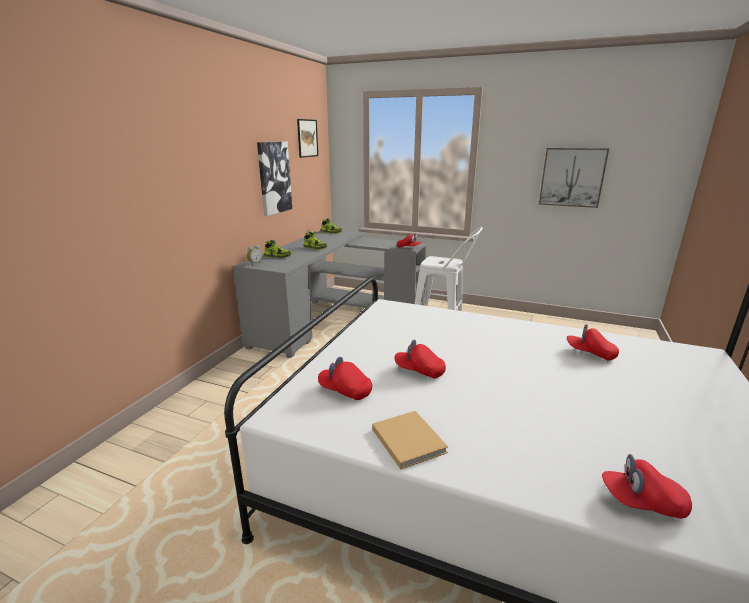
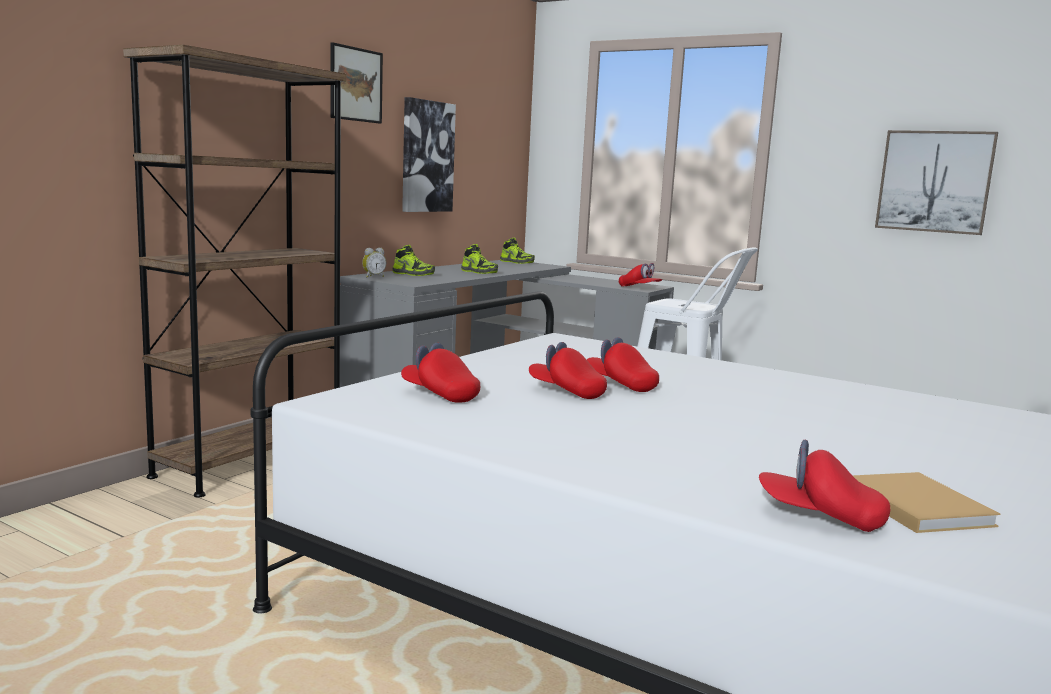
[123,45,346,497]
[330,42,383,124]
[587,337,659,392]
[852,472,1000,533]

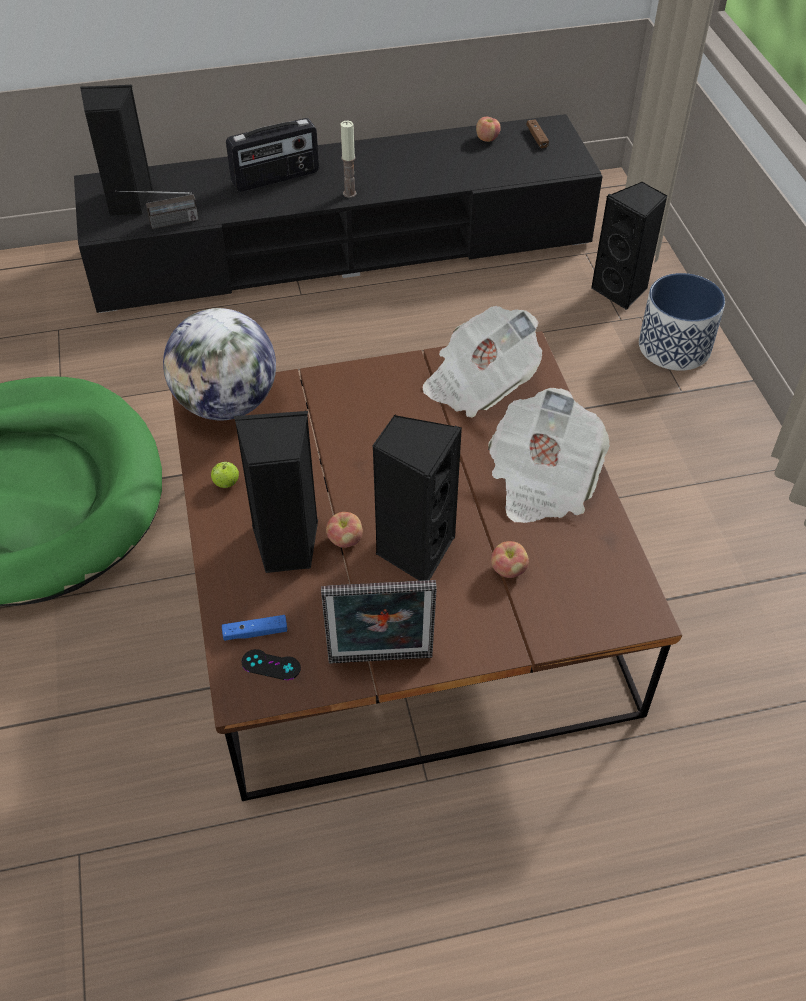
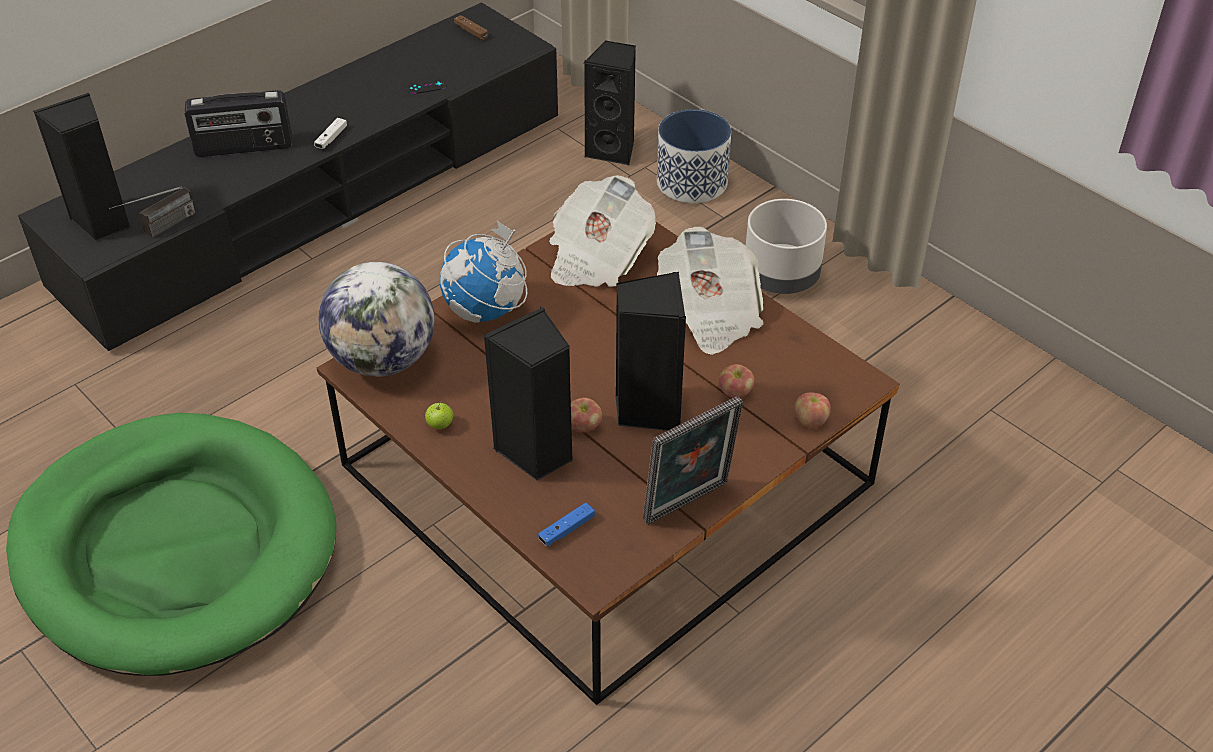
[184,90,292,157]
[314,118,347,149]
[407,79,447,94]
[440,221,527,323]
[746,199,827,294]
[794,393,831,428]

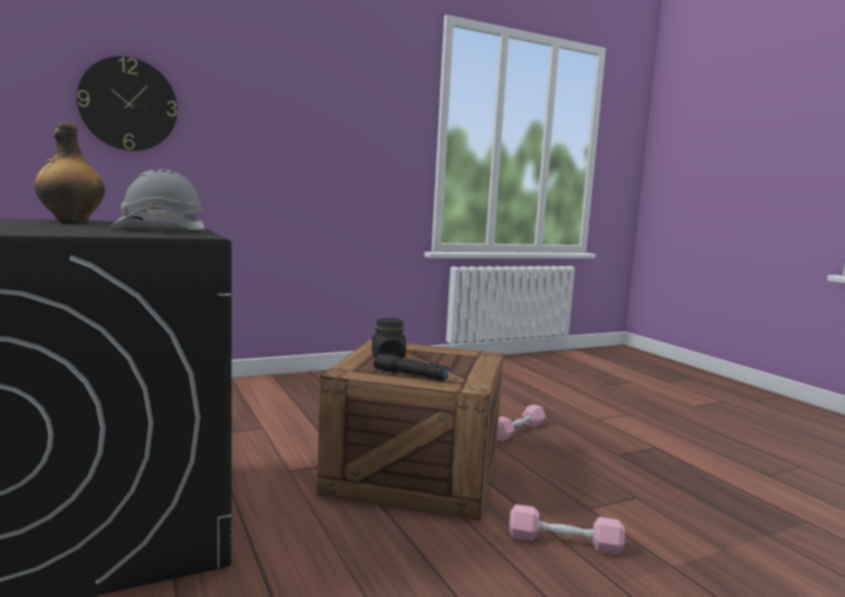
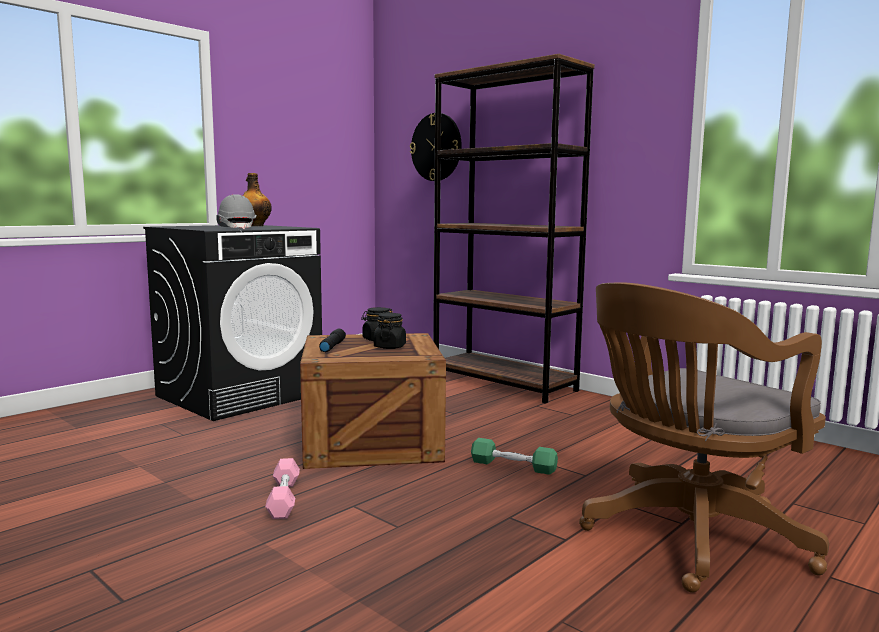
[374,313,406,349]
[433,54,595,404]
[471,438,558,475]
[579,282,829,593]

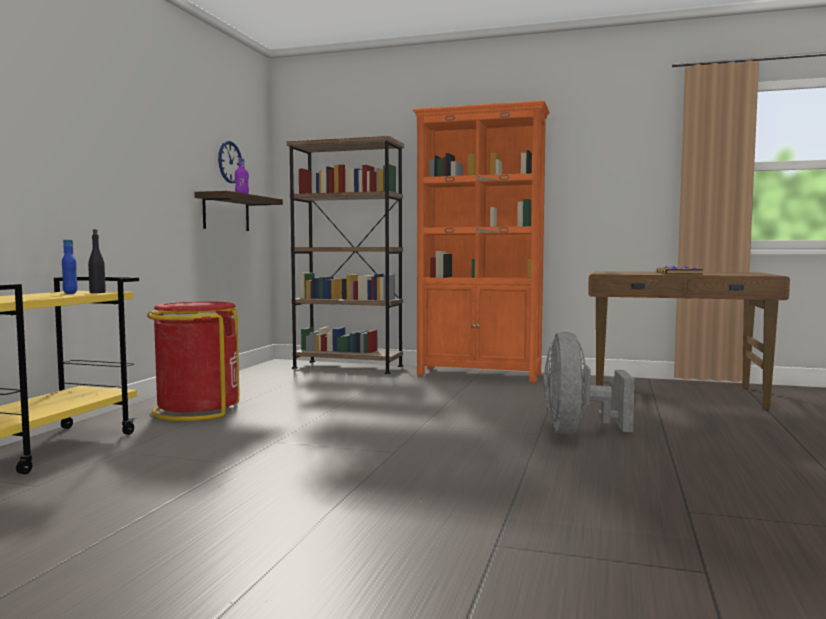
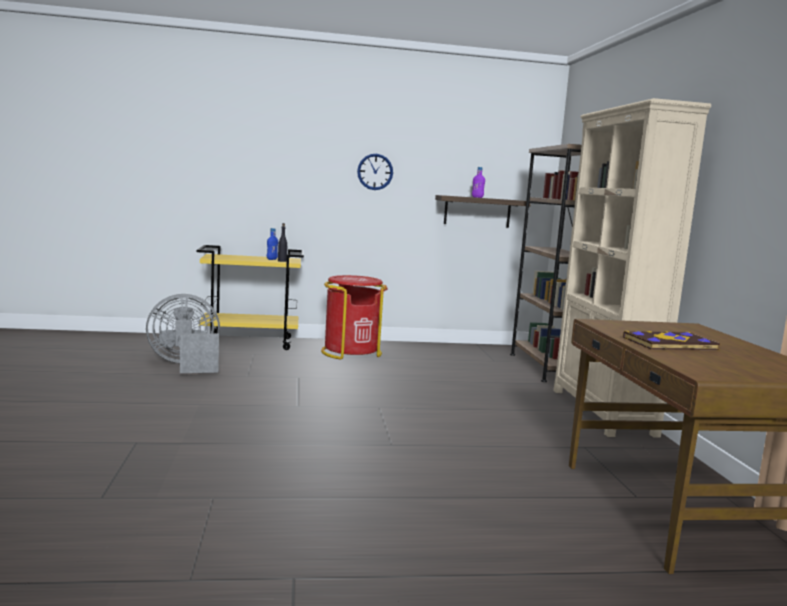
[146,294,220,373]
[357,154,393,190]
[553,98,711,438]

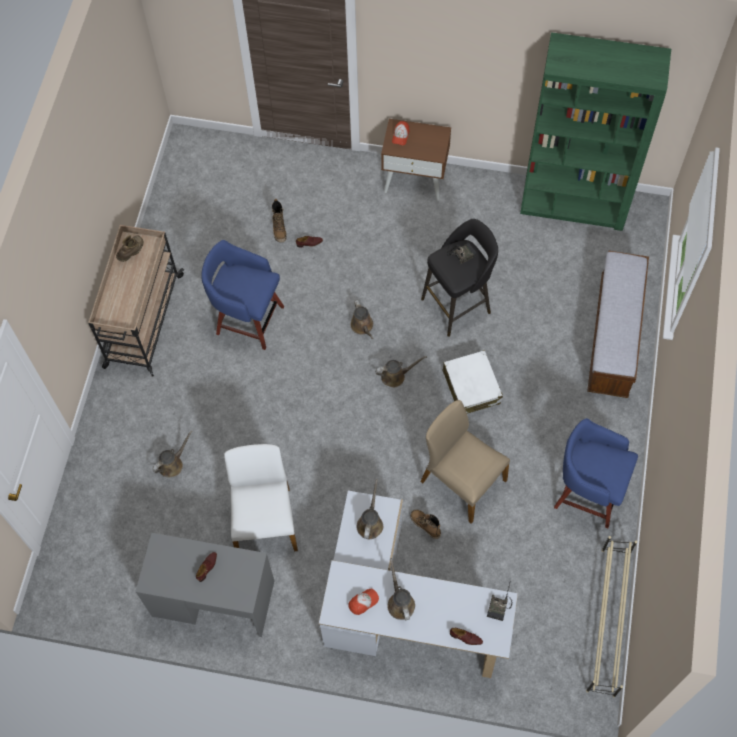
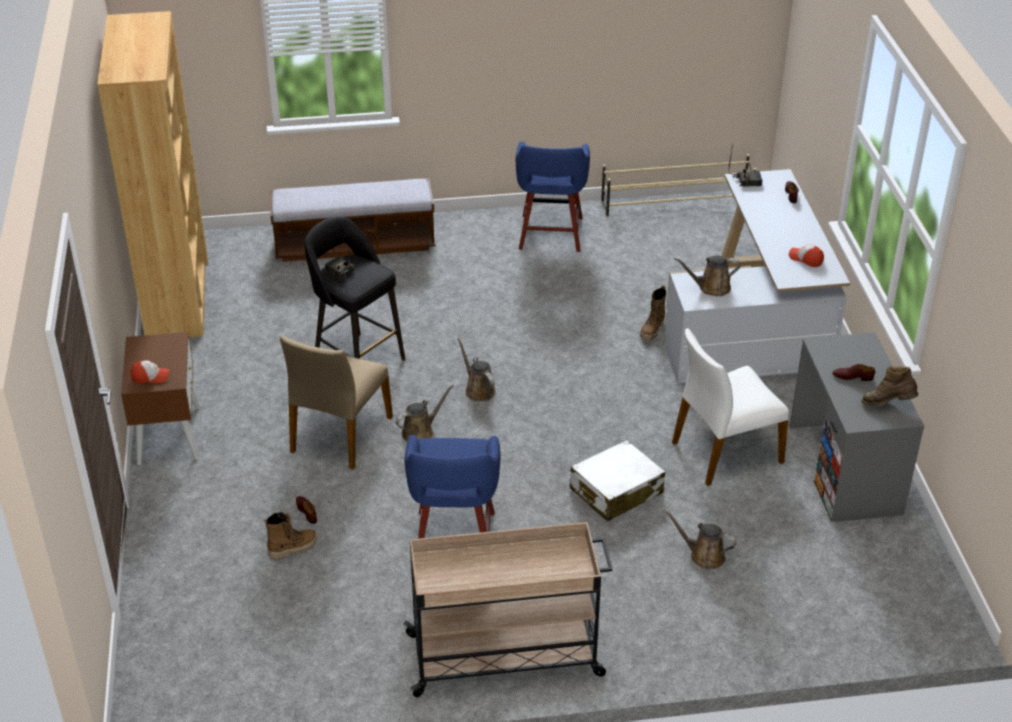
[97,11,208,337]
[280,335,393,470]
[570,440,665,521]
[862,367,918,406]
[387,558,415,621] (first image)

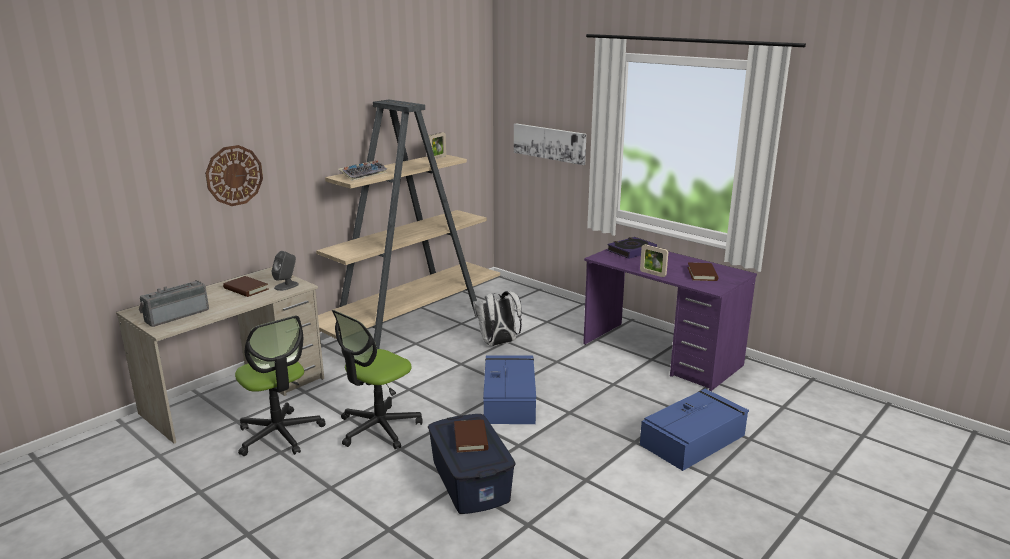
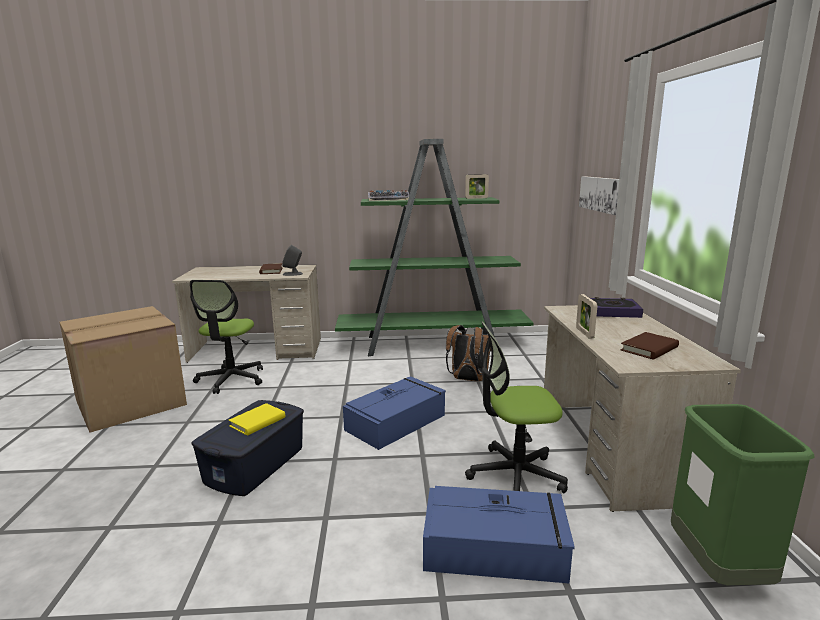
[59,306,187,433]
[229,403,285,436]
[335,139,533,356]
[446,325,491,381]
[465,321,568,493]
[544,305,741,512]
[671,404,815,585]
[139,280,209,327] (first image)
[205,145,263,206] (first image)

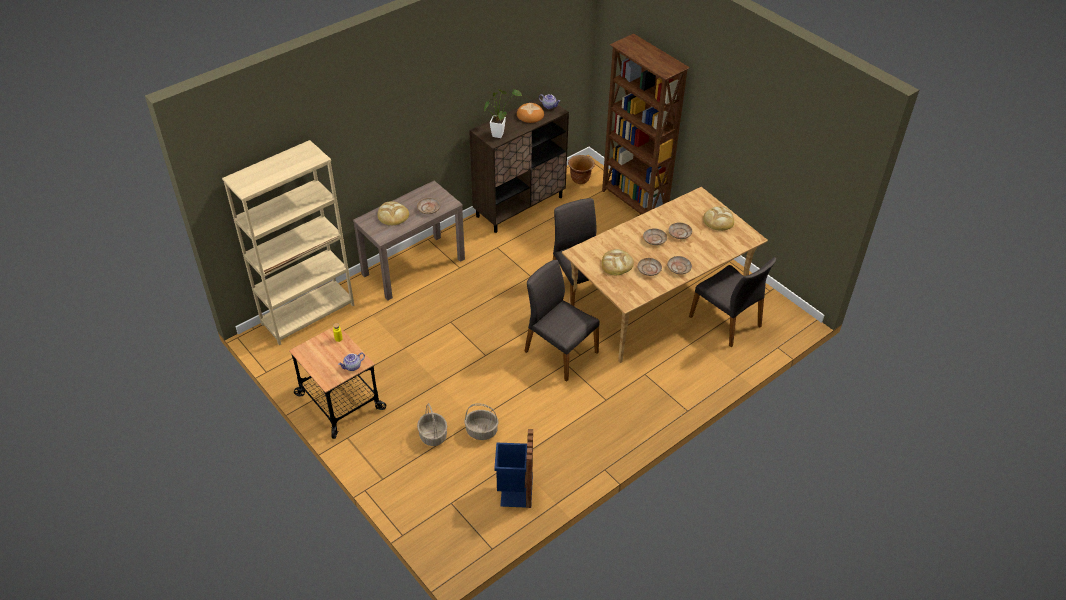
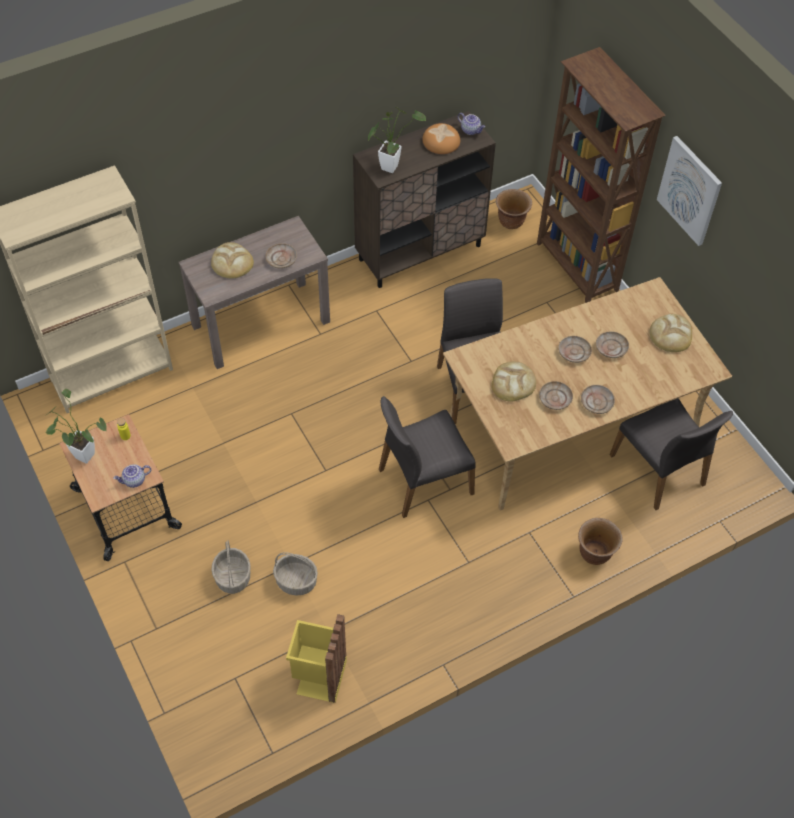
[46,389,107,464]
[286,614,347,703]
[379,396,476,518]
[578,518,623,565]
[657,136,722,246]

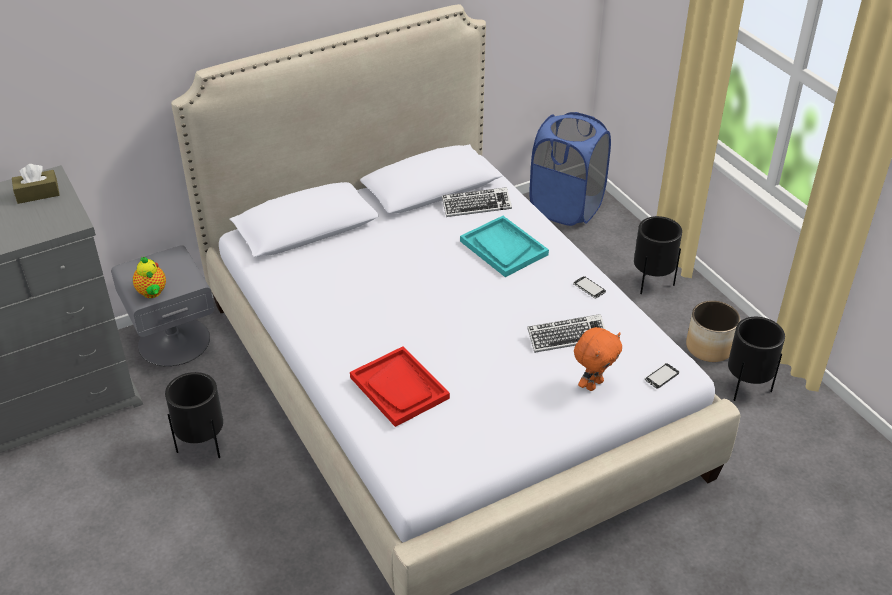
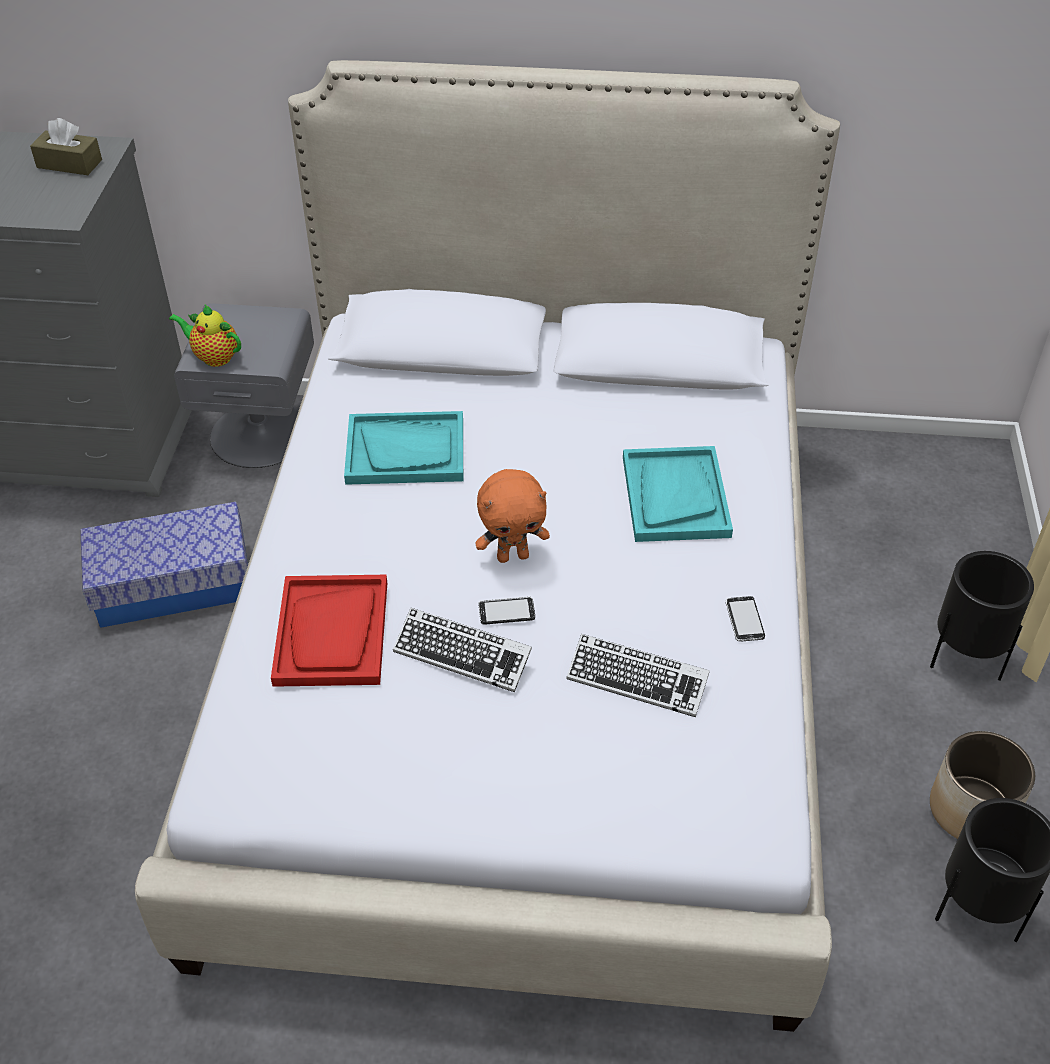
[80,502,248,628]
[169,305,241,367]
[344,411,463,485]
[393,608,532,692]
[475,469,550,563]
[478,597,535,625]
[529,112,611,226] (first image)

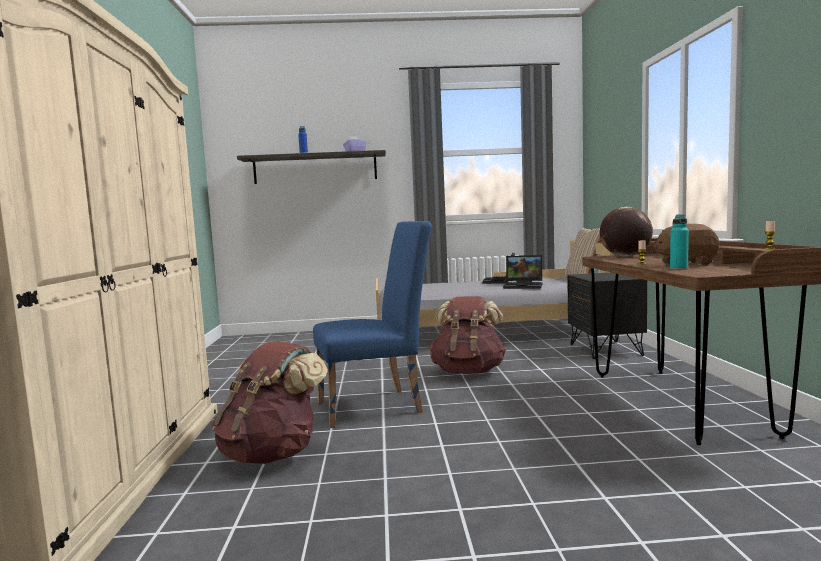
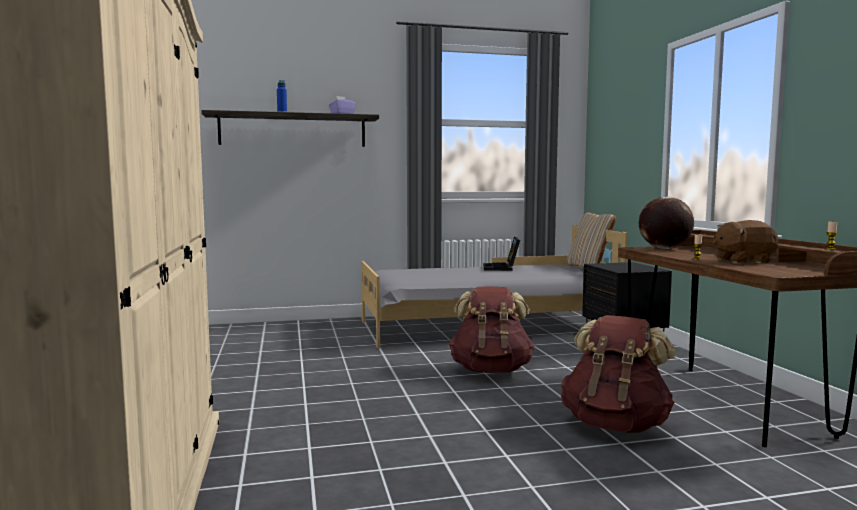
[561,315,675,433]
[313,221,432,428] (first image)
[503,255,542,289] (first image)
[670,214,689,270] (first image)

